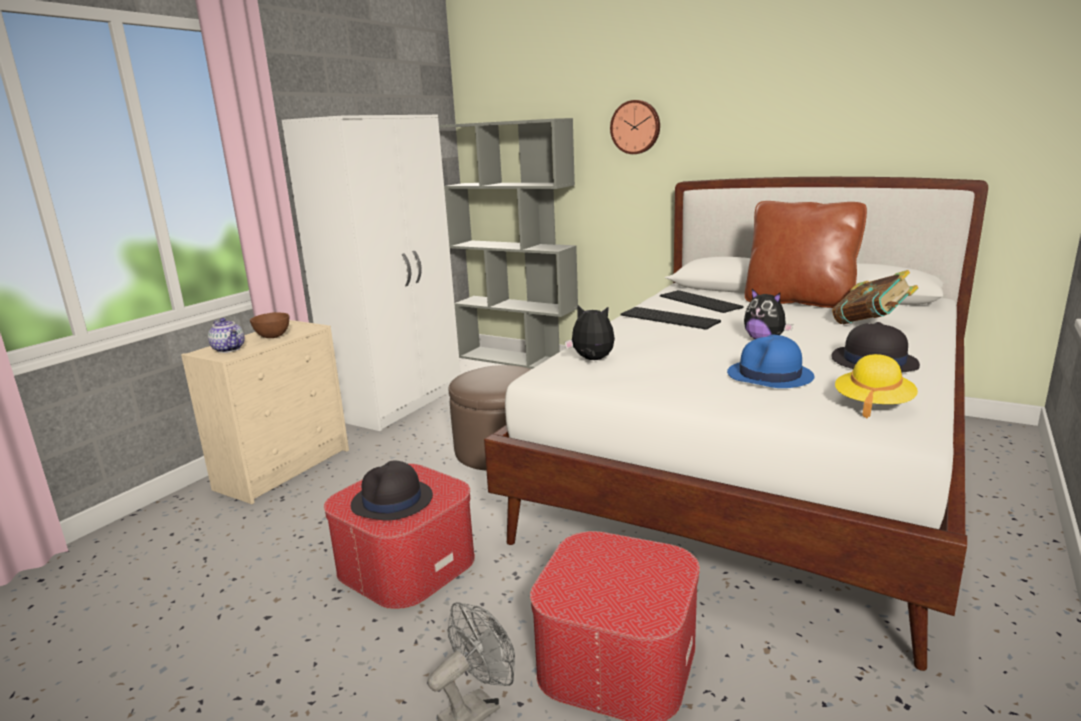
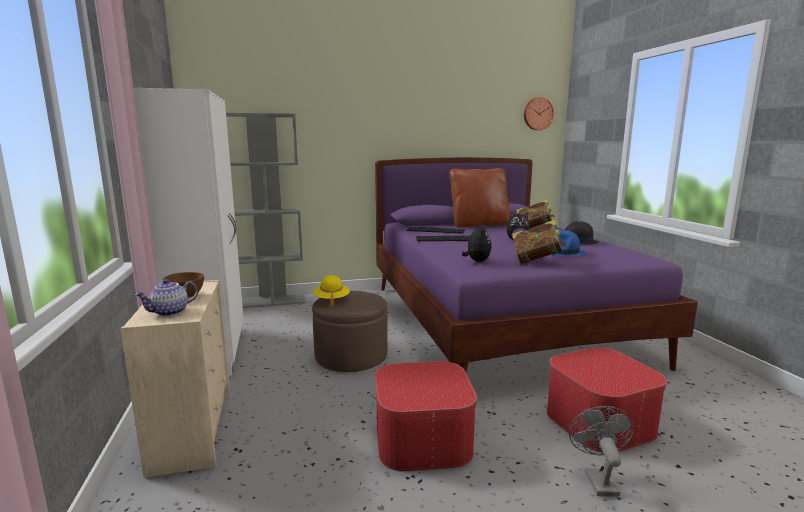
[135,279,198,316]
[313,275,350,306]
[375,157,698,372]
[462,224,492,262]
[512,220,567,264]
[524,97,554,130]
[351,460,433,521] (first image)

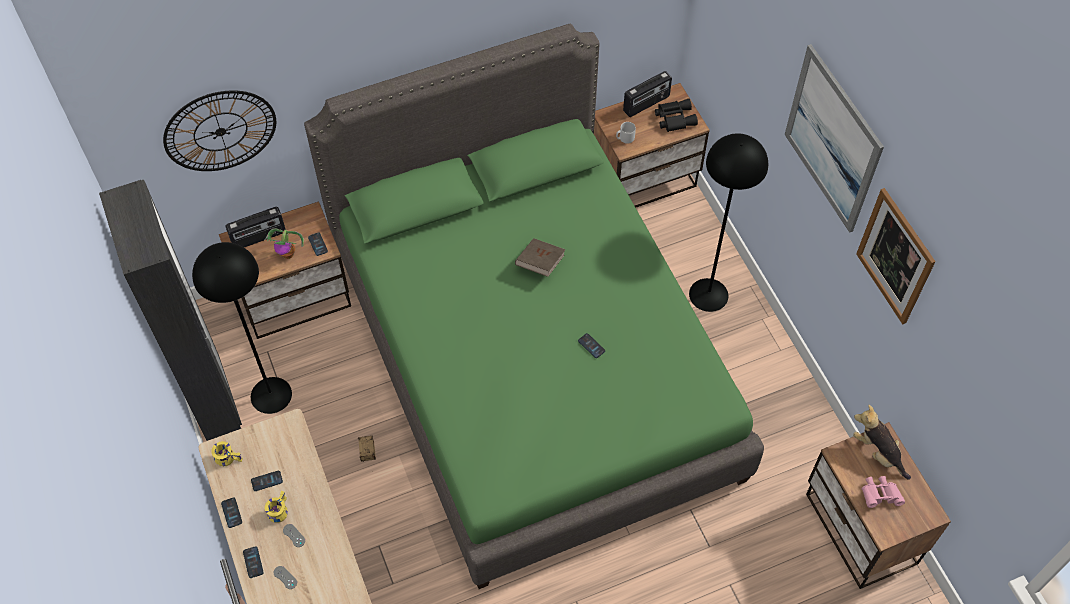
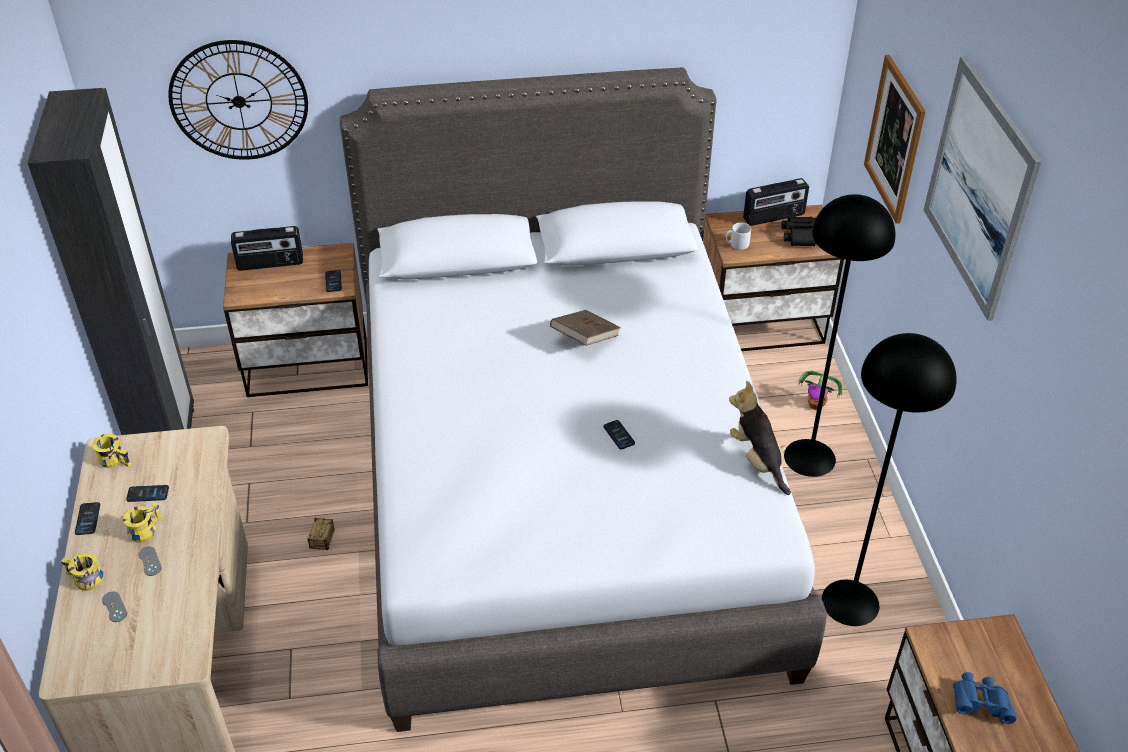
[61,553,103,591]
[340,67,827,732]
[729,381,791,495]
[796,371,843,410]
[822,333,956,626]
[864,55,926,224]
[953,672,1017,724]

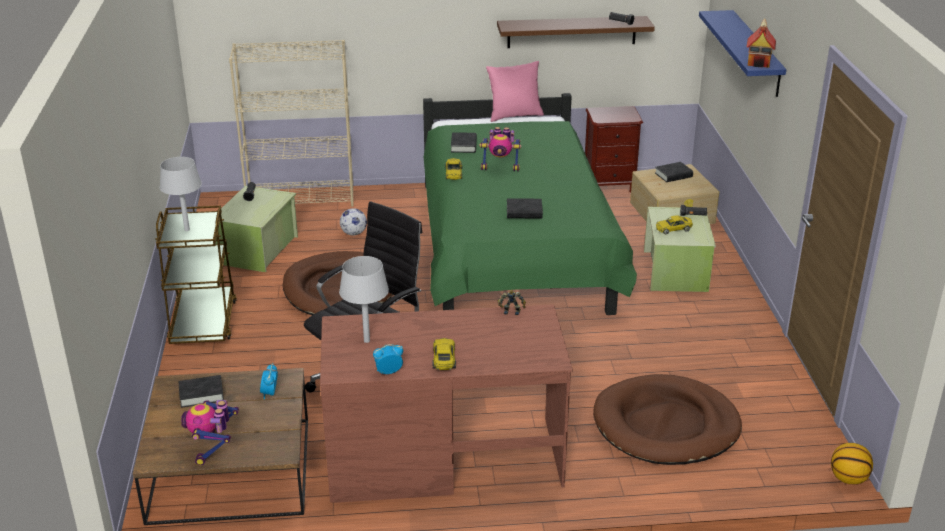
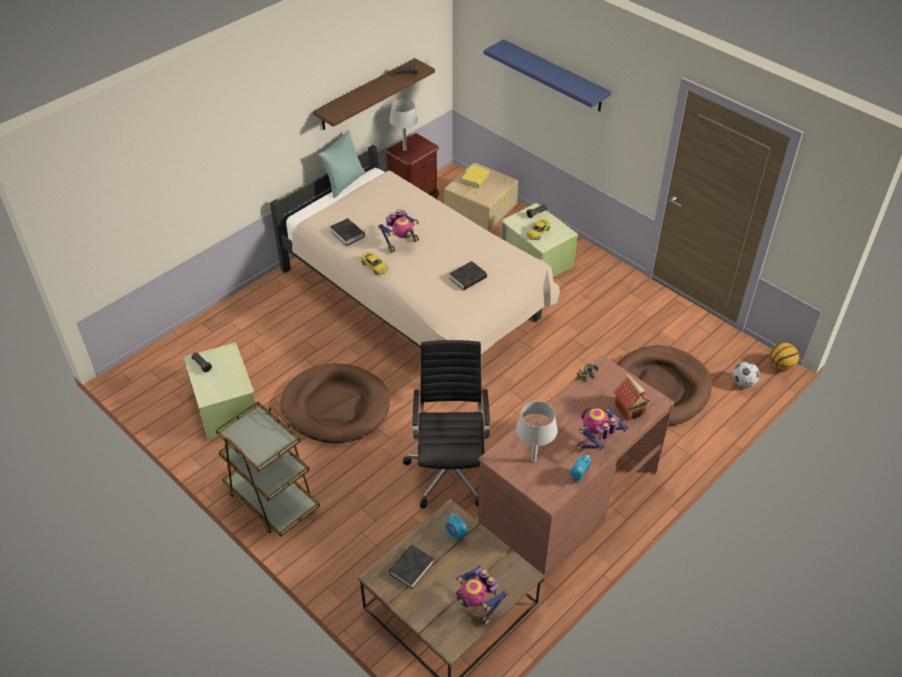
[270,145,560,354]
[318,130,365,198]
[389,99,418,151]
[461,165,489,188]
[577,408,628,451]
[614,374,650,420]
[733,362,760,387]
[229,40,354,207] (first image)

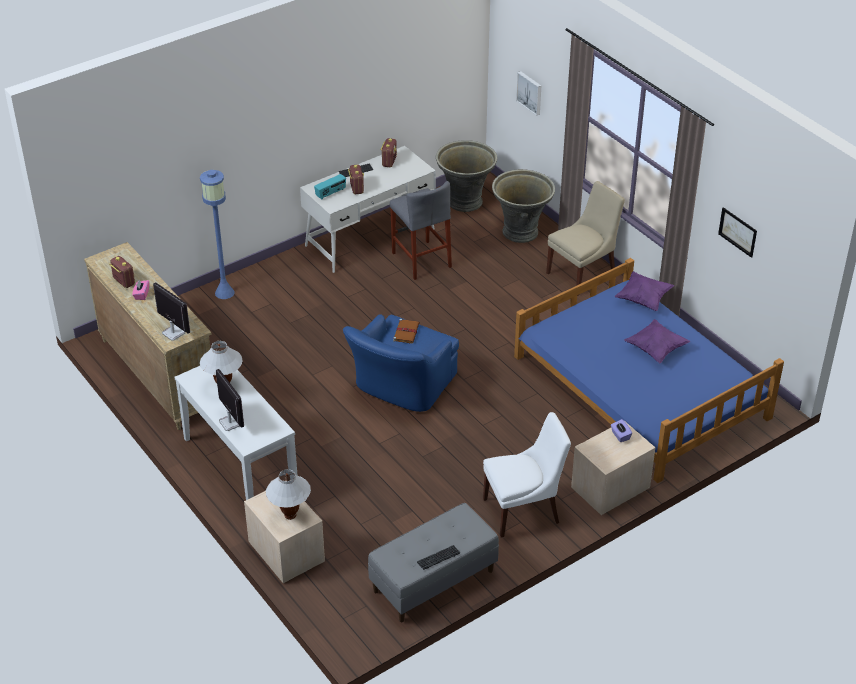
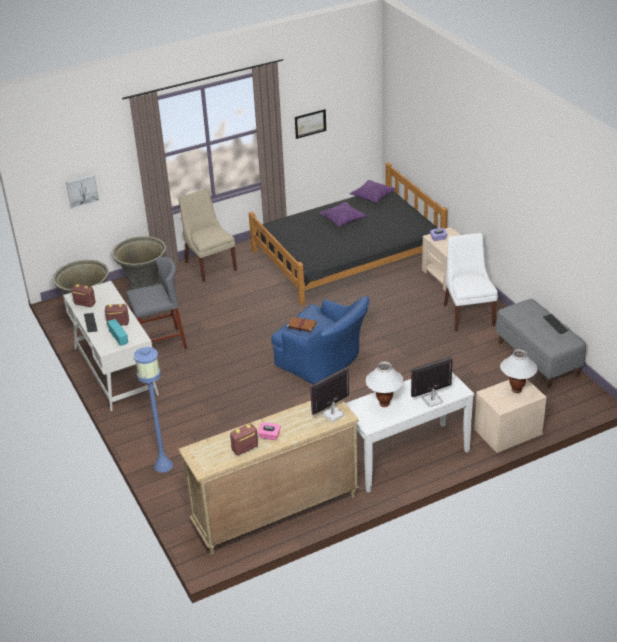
[249,162,448,305]
[349,180,396,203]

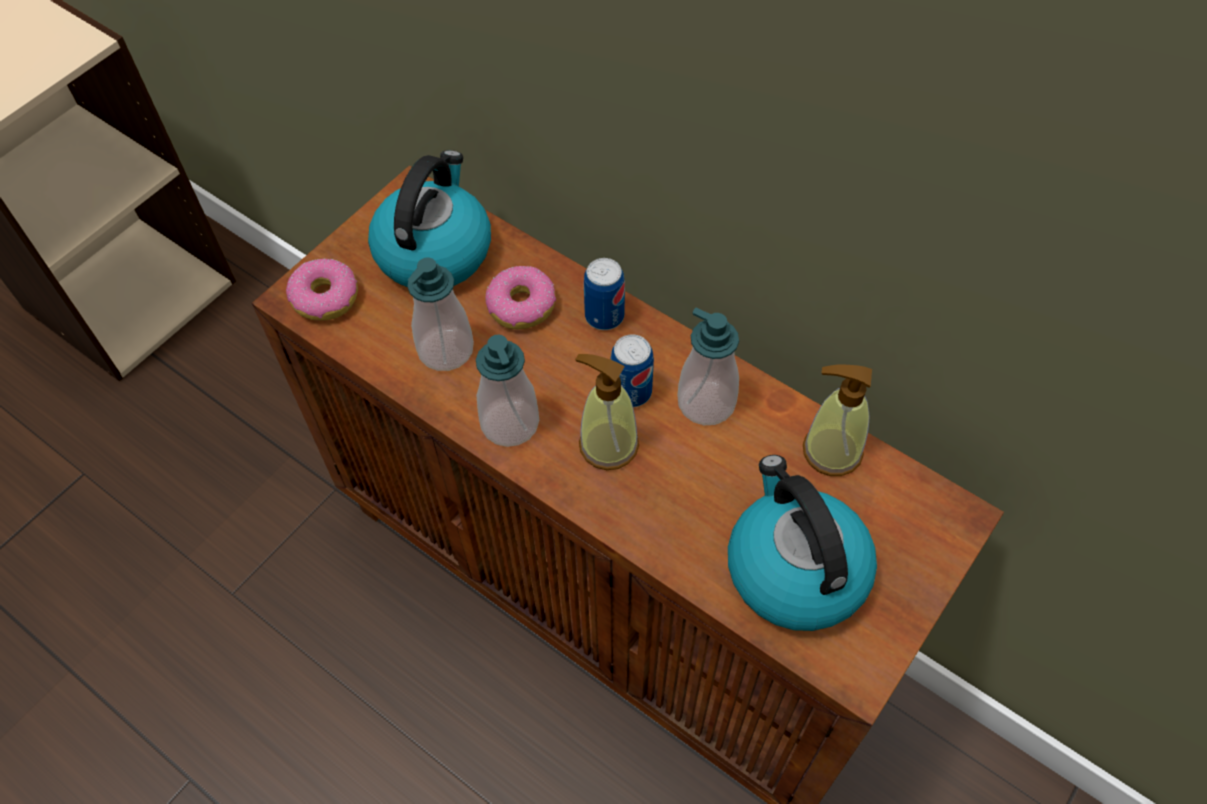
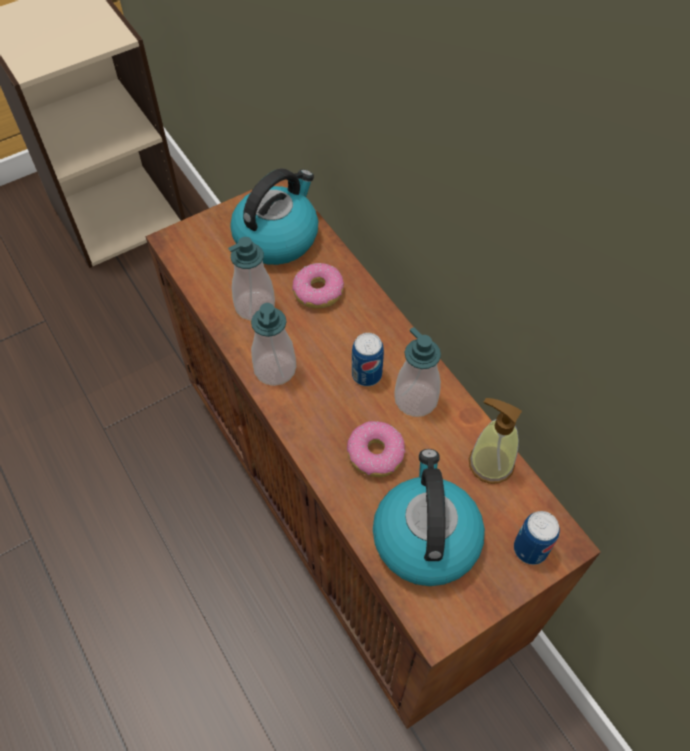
[347,421,406,477]
[514,511,560,565]
[575,354,639,470] (first image)

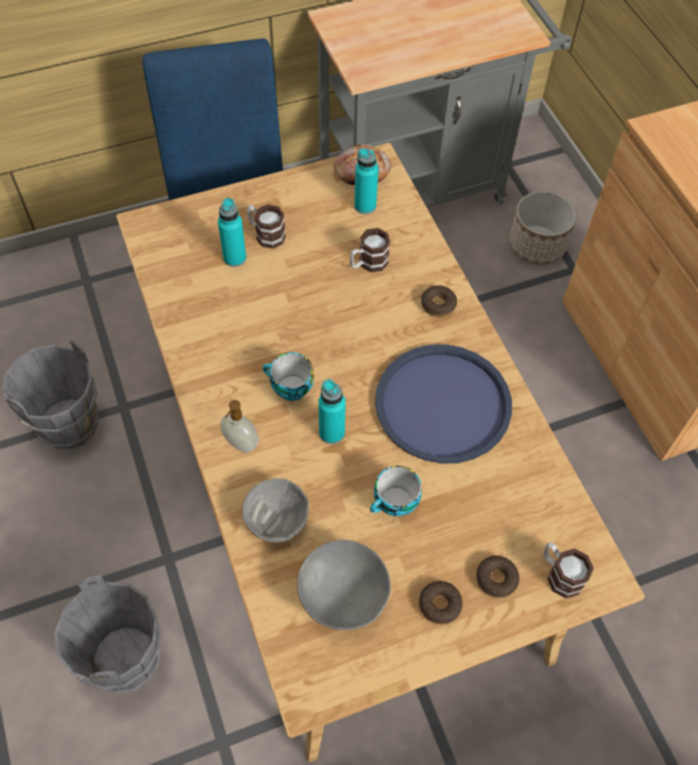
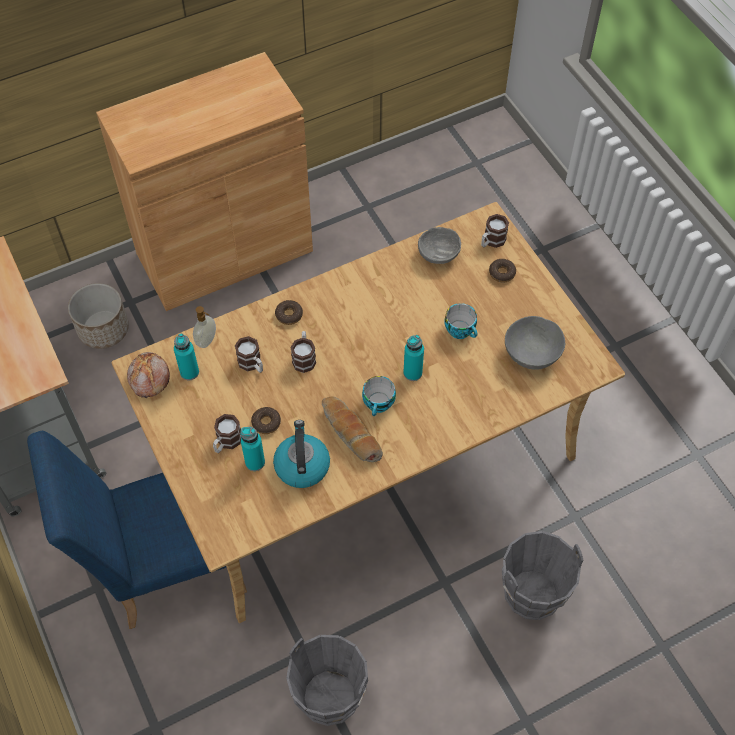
[193,306,216,348]
[251,407,281,434]
[273,420,330,488]
[291,331,316,373]
[322,396,383,462]
[418,227,461,264]
[375,344,512,464] (first image)

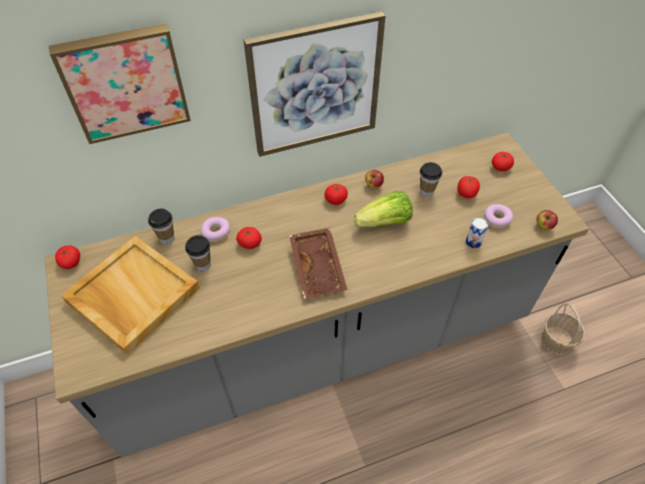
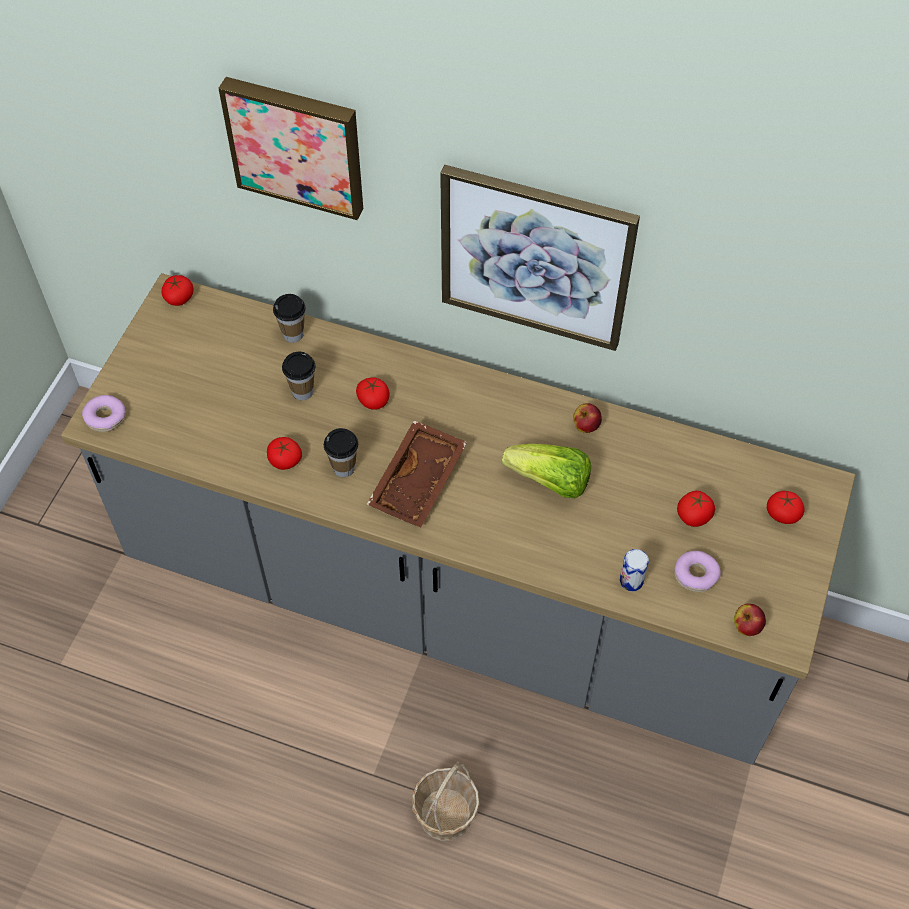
[82,395,126,432]
[267,437,302,470]
[324,428,358,477]
[412,762,480,841]
[61,236,200,355] (first image)

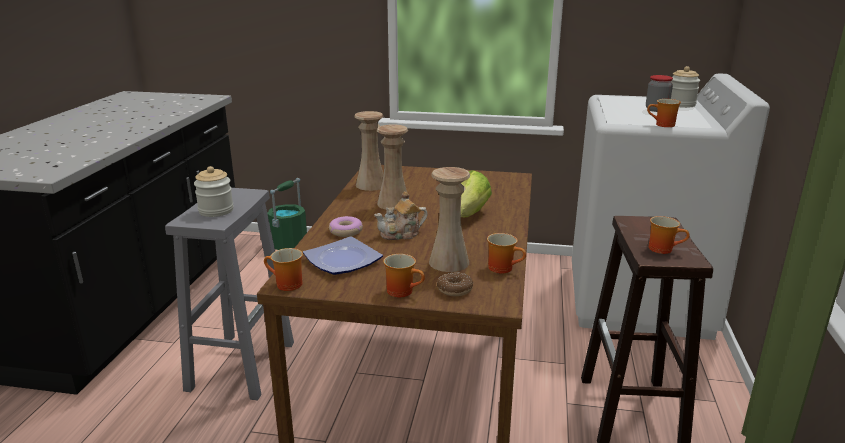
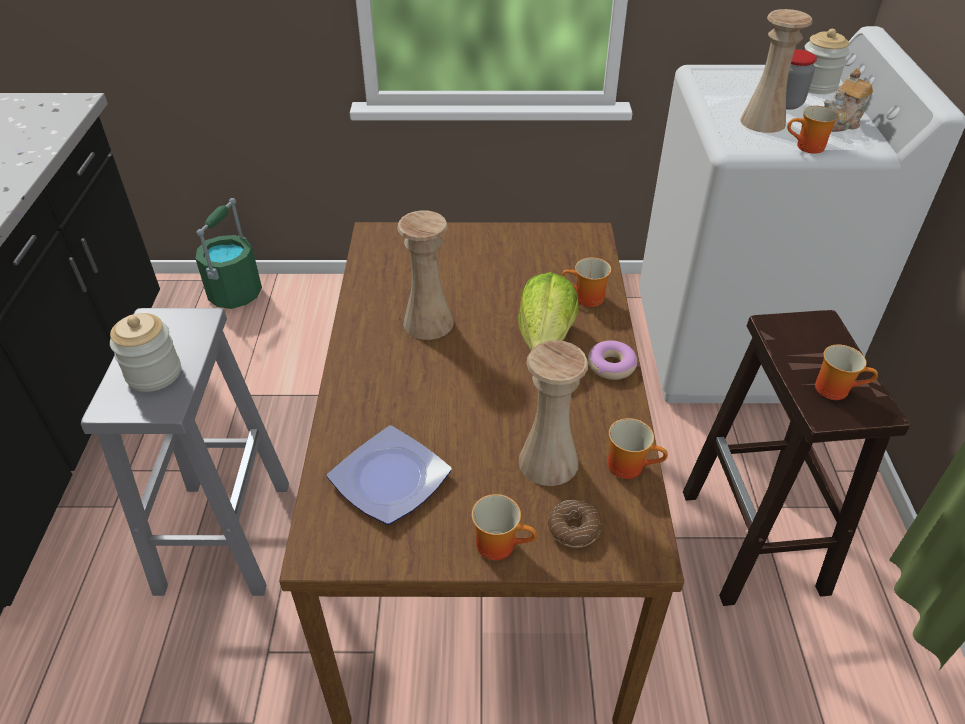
[561,257,611,307]
[588,340,637,380]
[741,9,812,133]
[824,69,873,132]

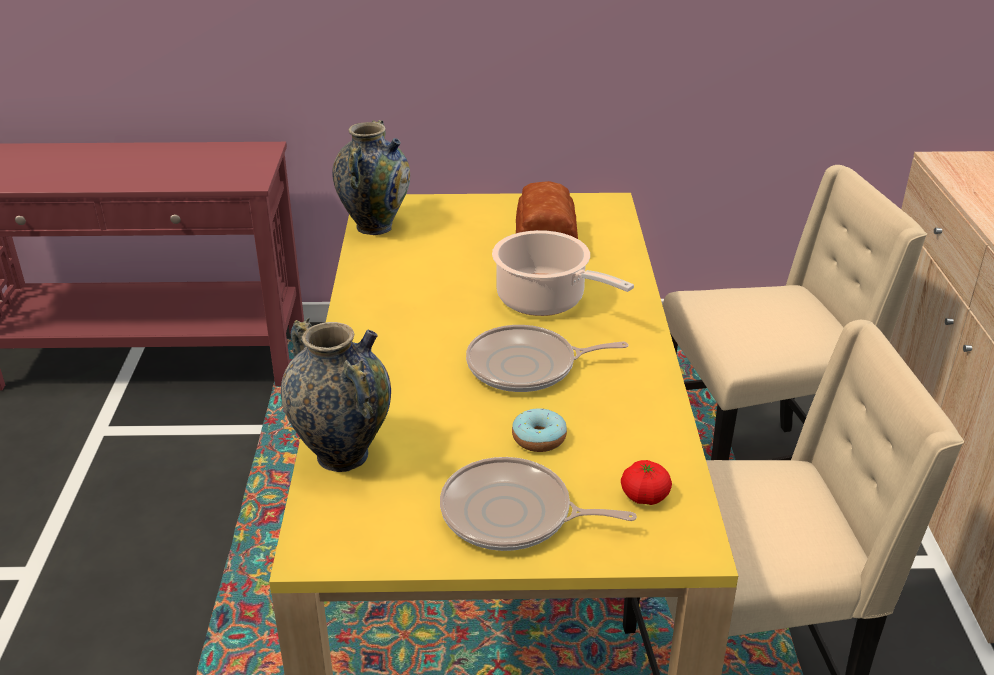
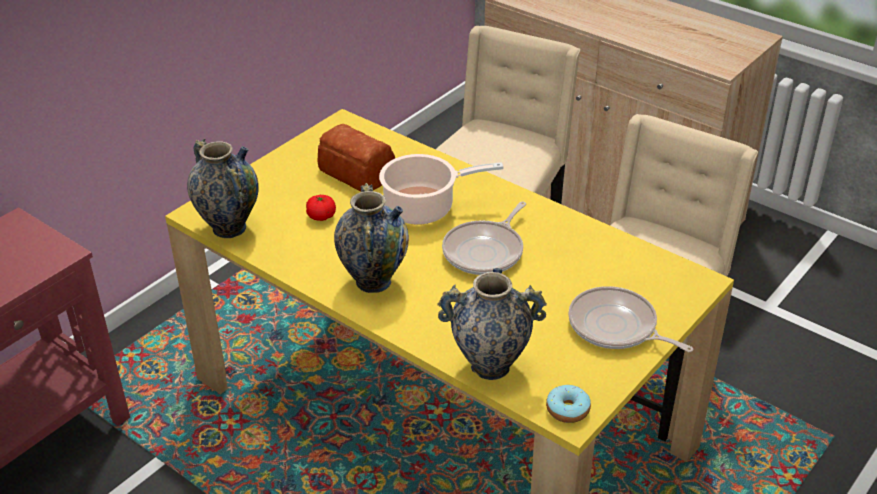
[306,195,336,221]
[334,183,409,293]
[546,385,591,423]
[568,286,693,352]

